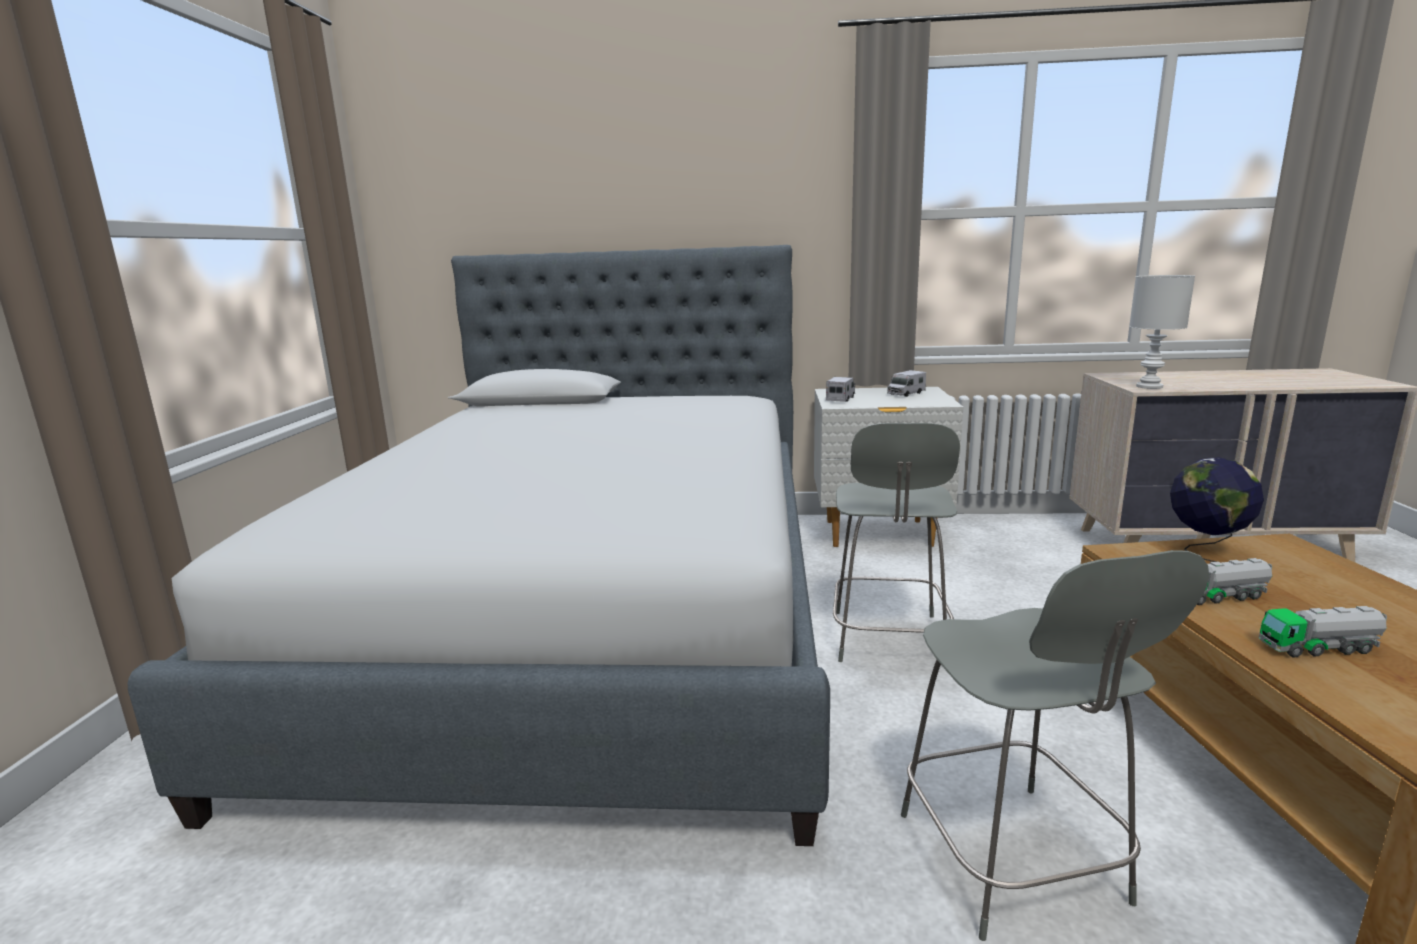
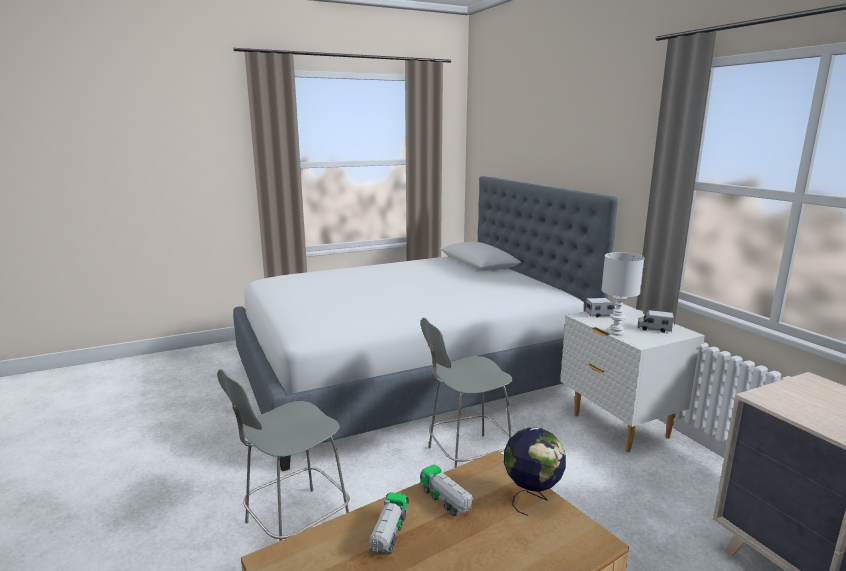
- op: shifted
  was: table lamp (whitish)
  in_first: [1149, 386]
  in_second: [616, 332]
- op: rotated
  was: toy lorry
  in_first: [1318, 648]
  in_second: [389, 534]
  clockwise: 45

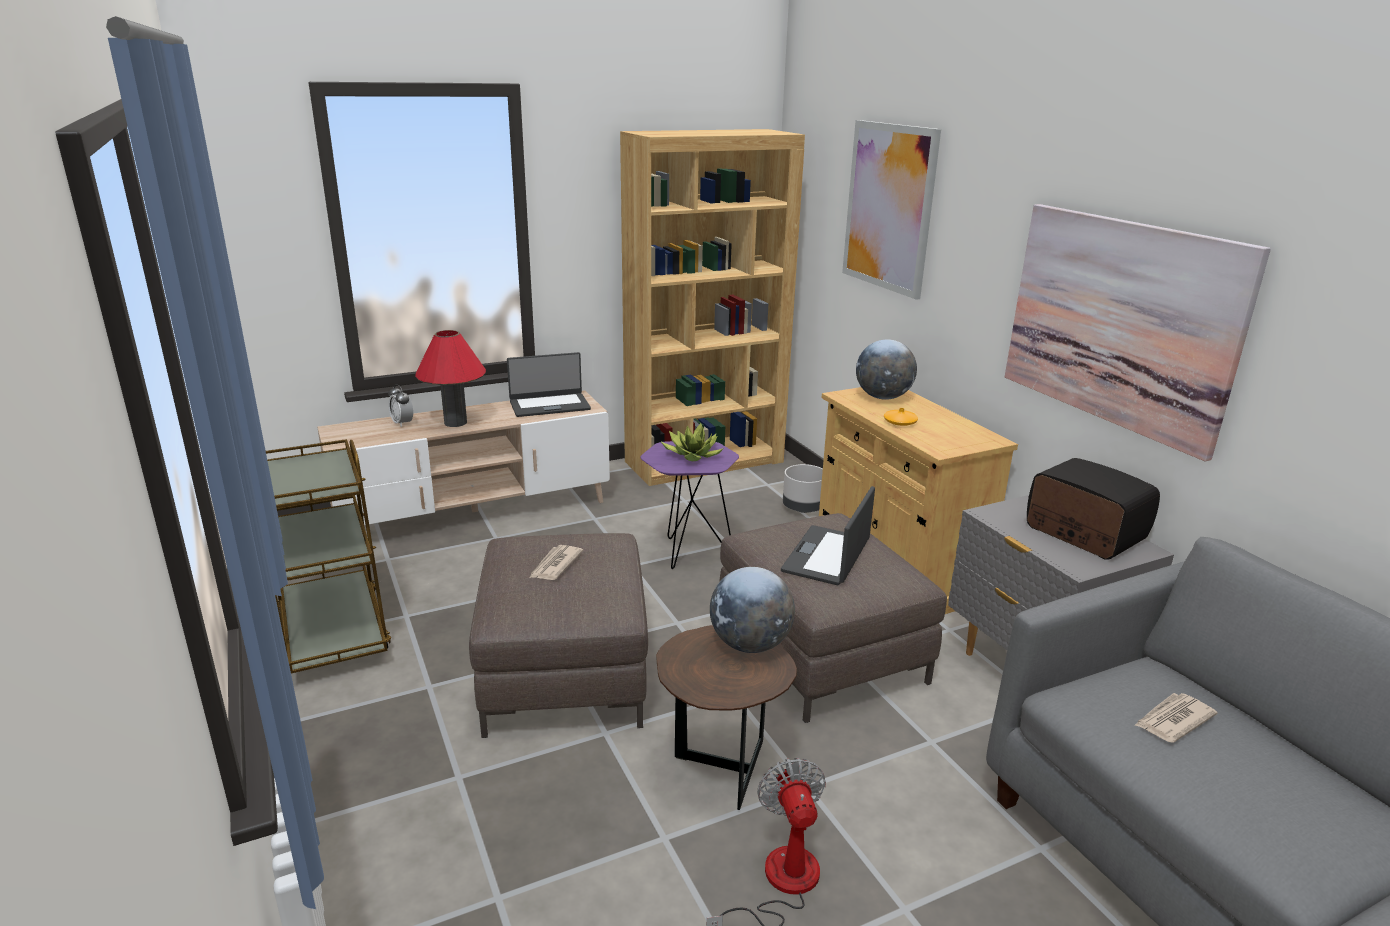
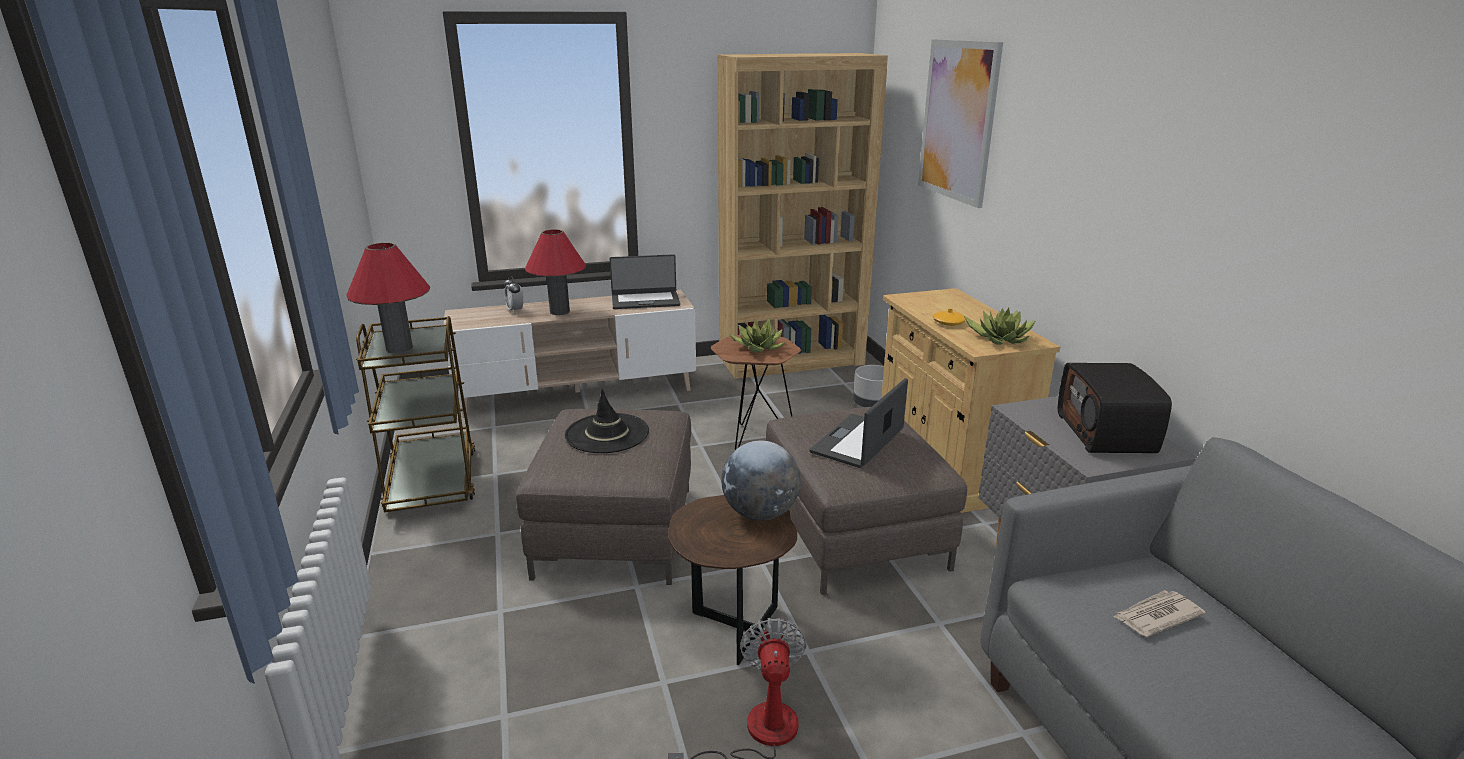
- op: gone
  was: world globe
  in_first: [883, 397]
- op: gone
  was: picture
  in_first: [1119, 322]
- op: new
  now: table lamp (red-coloured)
  in_second: [399, 348]
- op: new
  now: potted plant
  in_second: [1000, 338]
- op: swapped
  was: newspaper
  now: hat (black)
  in_first: [555, 565]
  in_second: [607, 434]
- op: repainted
  was: side table (purple-coloured)
  now: side table (brownish)
  in_first: [688, 552]
  in_second: [754, 438]
- op: rotated
  was: radio set
  in_first: [1082, 534]
  in_second: [1107, 433]
  clockwise: -150

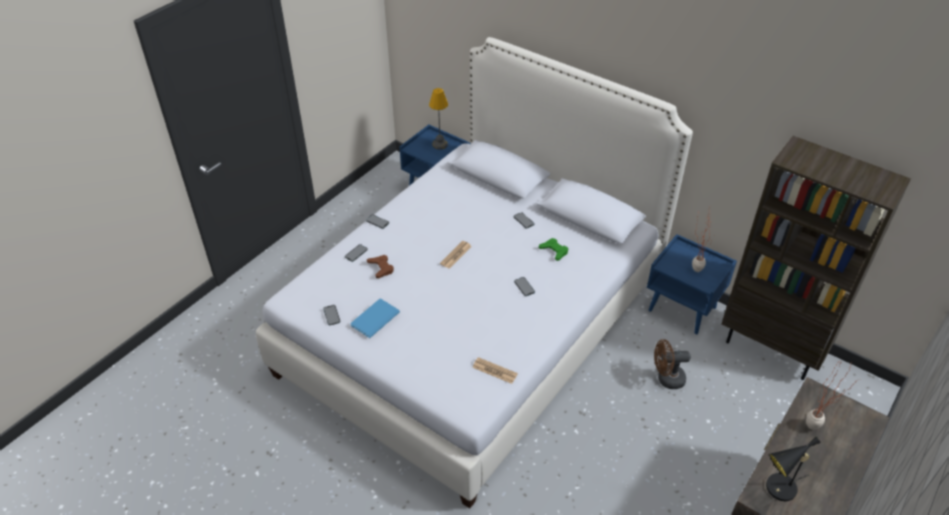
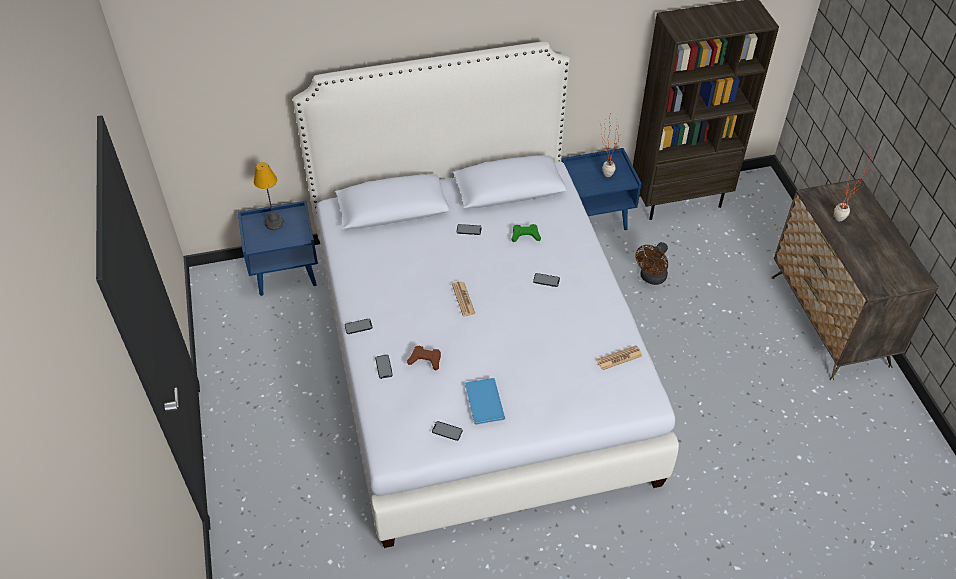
- op: gone
  was: table lamp (black)
  in_first: [778, 490]

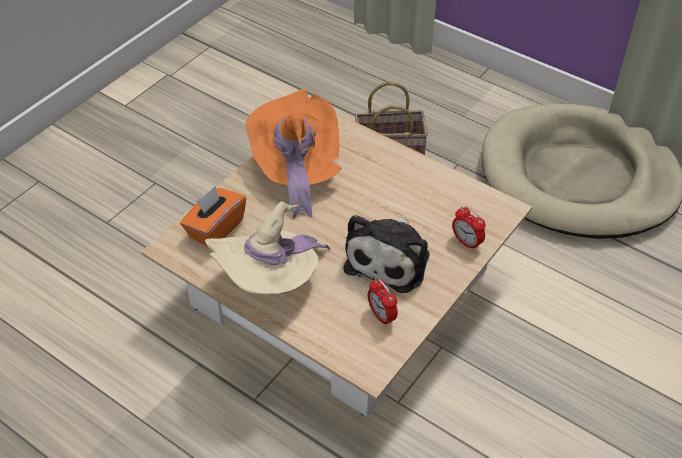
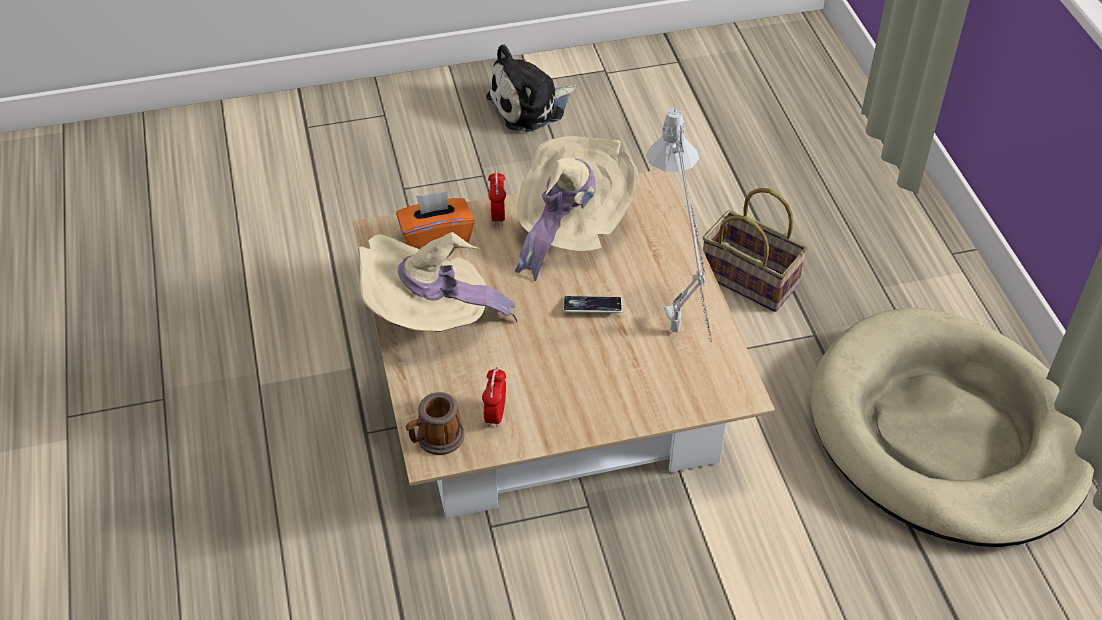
- op: new
  now: coffee mug
  in_second: [435, 439]
- op: new
  now: handset
  in_second: [592, 307]
- op: new
  now: table lamp (greyish)
  in_second: [678, 341]
- op: shifted
  was: cuddly toy
  in_first: [390, 259]
  in_second: [530, 106]
- op: shifted
  was: bedside clock
  in_first: [466, 242]
  in_second: [498, 216]
- op: repainted
  was: hat (orangey)
  now: hat (beige)
  in_first: [296, 171]
  in_second: [570, 228]

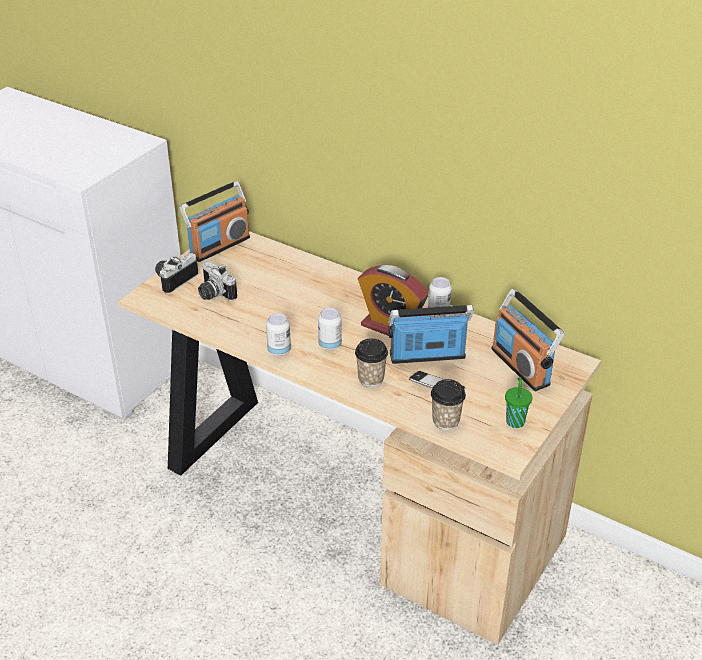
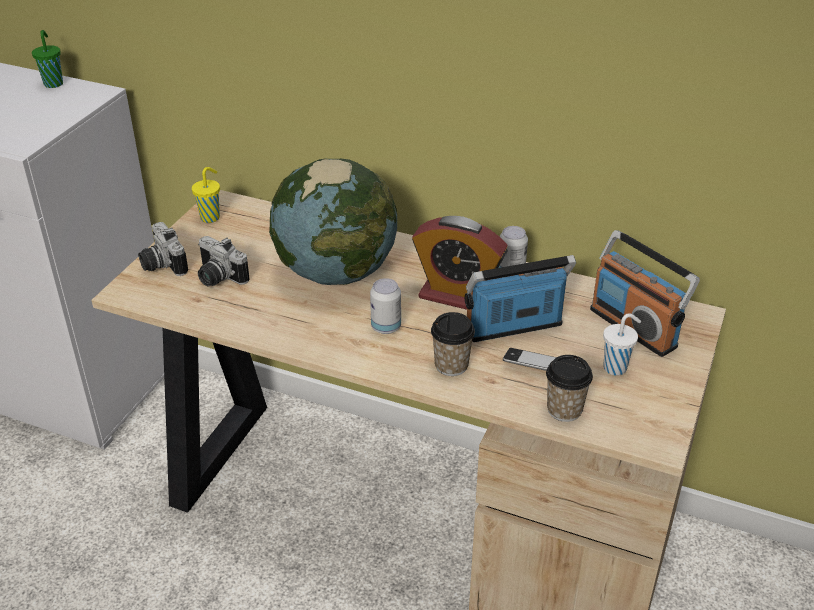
- op: gone
  was: sealed can
  in_first: [279, 350]
- op: new
  now: world globe
  in_second: [337, 273]
- op: new
  now: small cup (whitish)
  in_second: [616, 368]
- op: shifted
  was: small cup (green)
  in_first: [515, 421]
  in_second: [54, 83]
- op: swapped
  was: radio set
  now: small cup (yellow)
  in_first: [219, 246]
  in_second: [211, 217]
- op: rotated
  was: still camera
  in_first: [174, 279]
  in_second: [161, 264]
  clockwise: -60

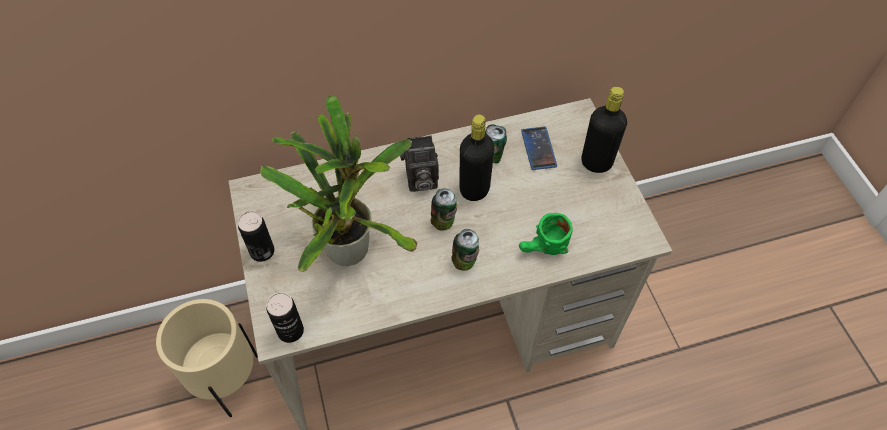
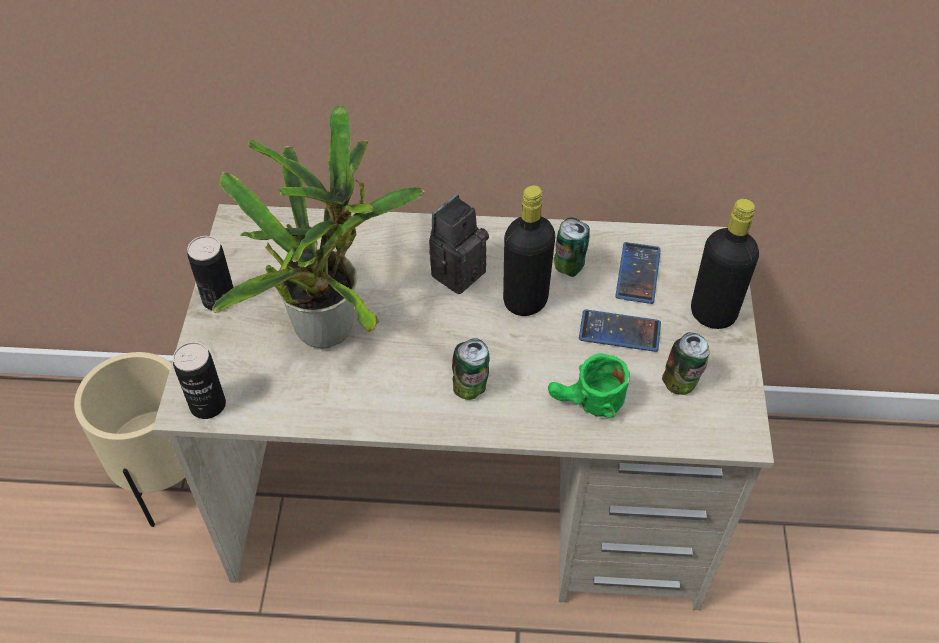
- op: new
  now: handset
  in_second: [619, 331]
- op: shifted
  was: sealed can
  in_first: [444, 222]
  in_second: [681, 383]
- op: rotated
  was: still camera
  in_first: [420, 181]
  in_second: [457, 270]
  clockwise: 120

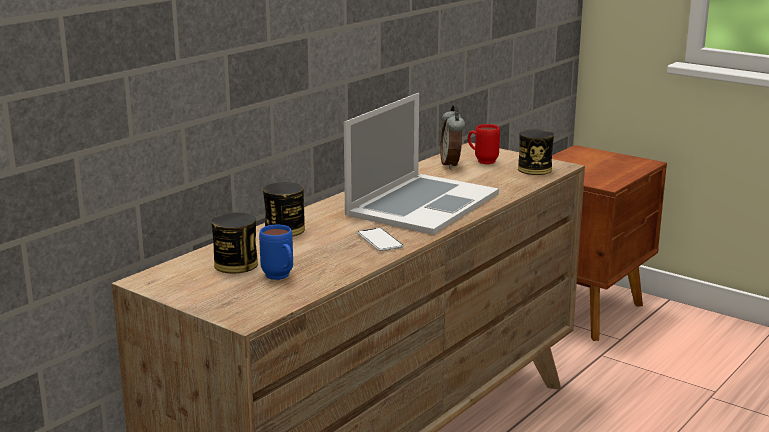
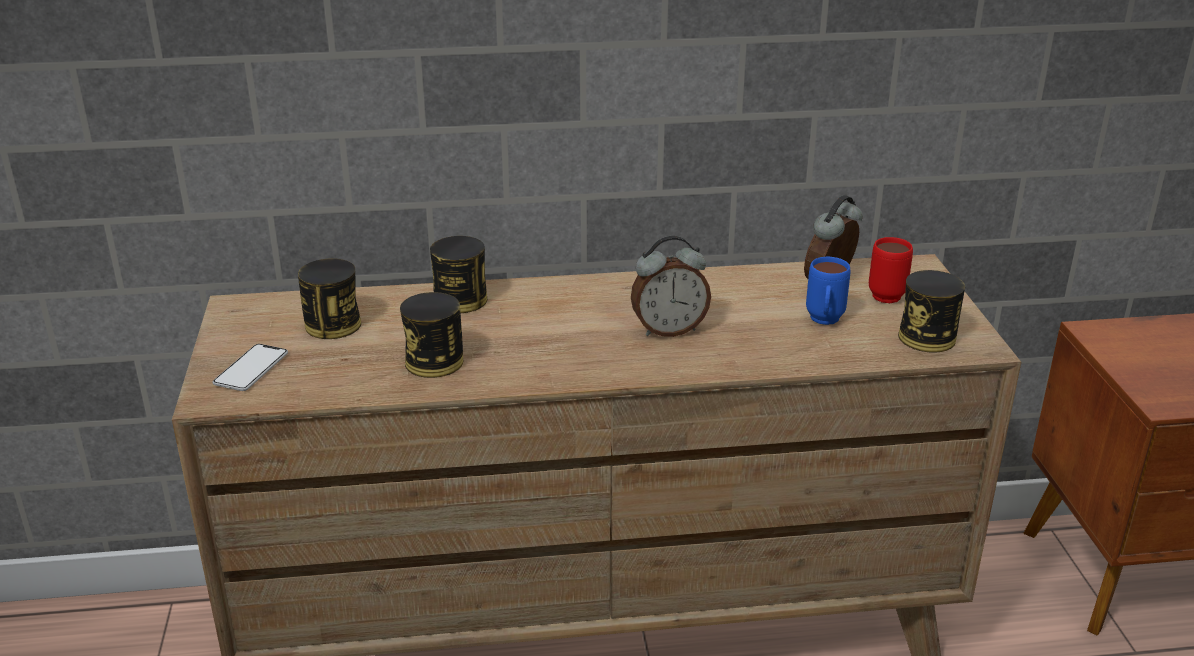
- op: new
  now: sealed can
  in_second: [434, 362]
- op: shifted
  was: coffee mug (blue-coloured)
  in_first: [280, 278]
  in_second: [824, 322]
- op: shifted
  was: handset
  in_first: [380, 241]
  in_second: [251, 369]
- op: swapped
  was: laptop
  now: bedside clock
  in_first: [422, 204]
  in_second: [668, 330]

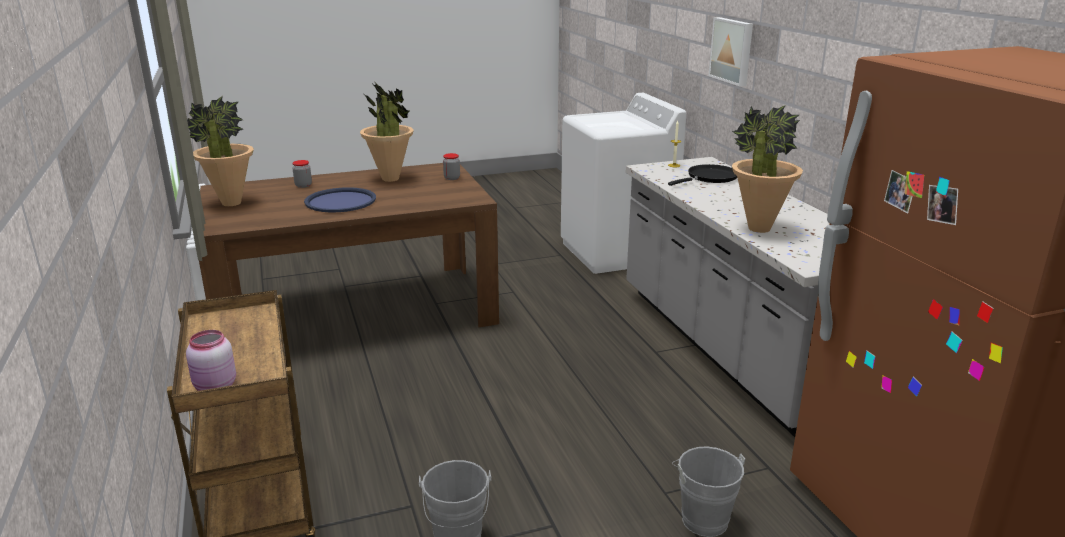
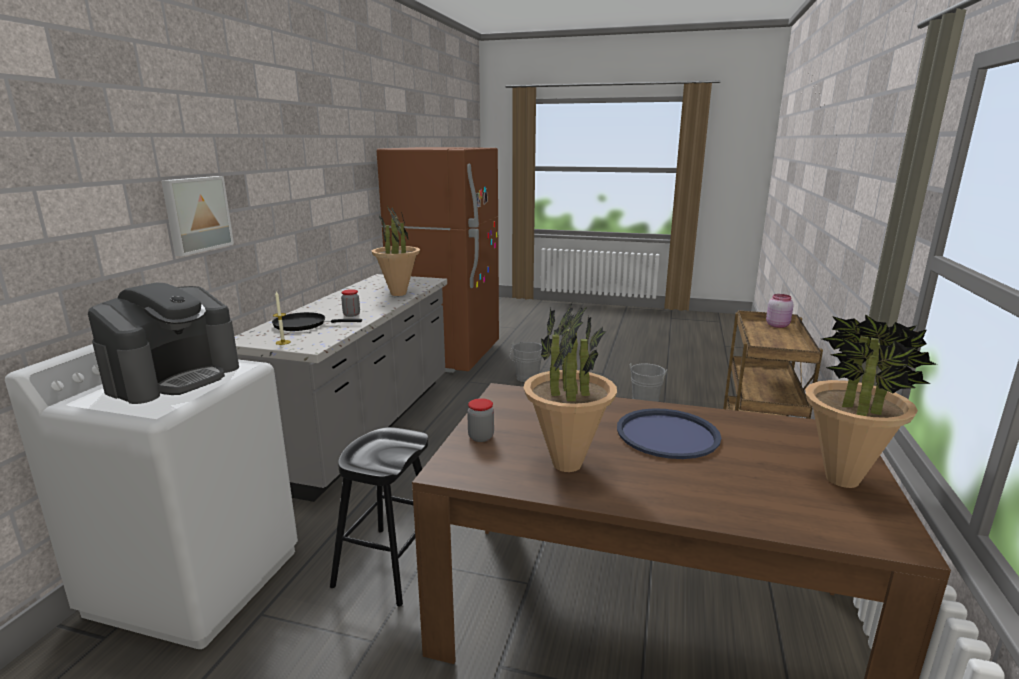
- op: new
  now: coffee maker
  in_second: [174, 377]
- op: new
  now: sitting stool (black)
  in_second: [389, 565]
- op: shifted
  was: preserve jar
  in_first: [303, 185]
  in_second: [351, 315]

